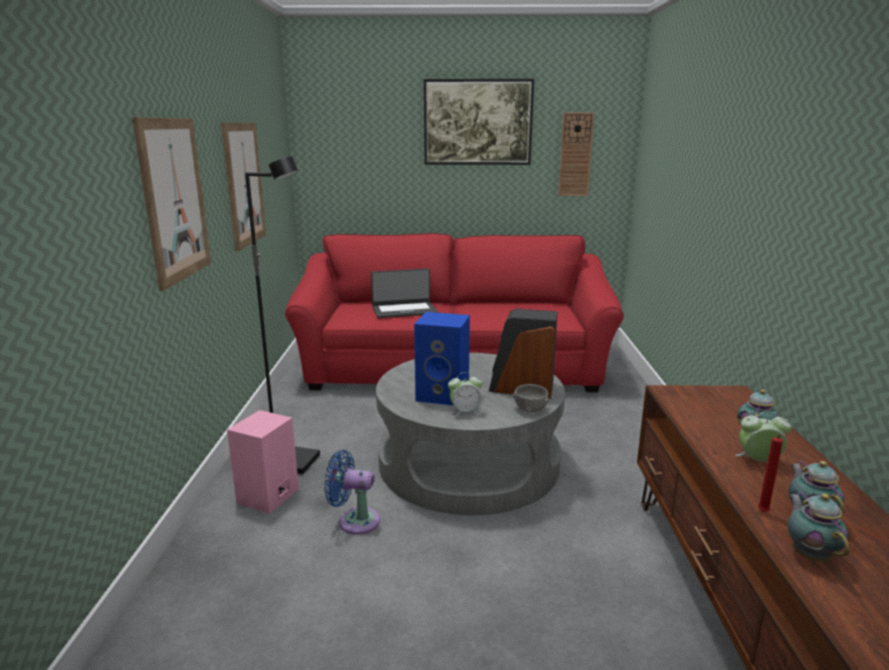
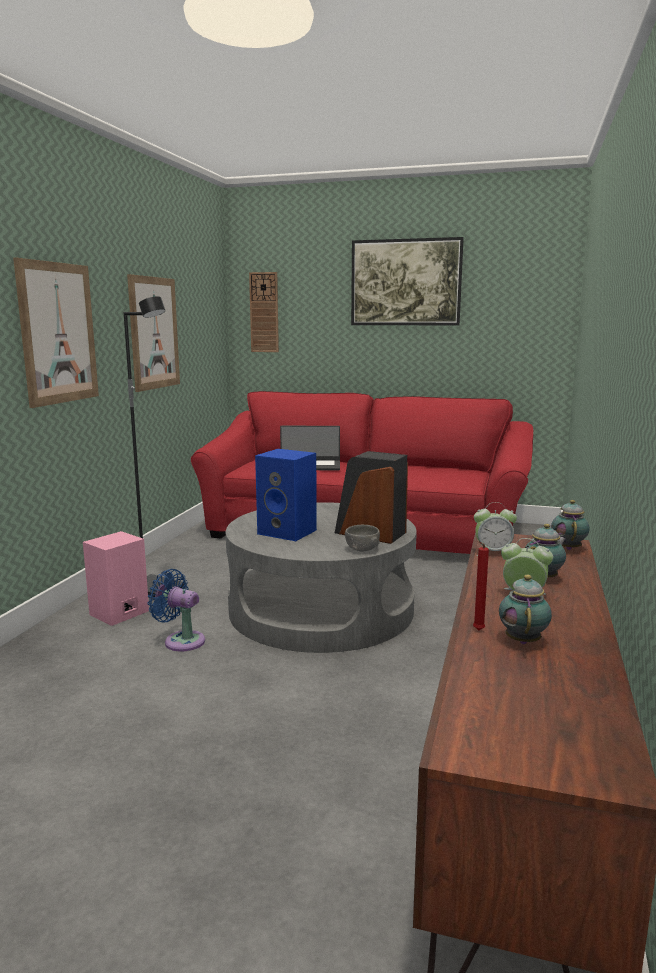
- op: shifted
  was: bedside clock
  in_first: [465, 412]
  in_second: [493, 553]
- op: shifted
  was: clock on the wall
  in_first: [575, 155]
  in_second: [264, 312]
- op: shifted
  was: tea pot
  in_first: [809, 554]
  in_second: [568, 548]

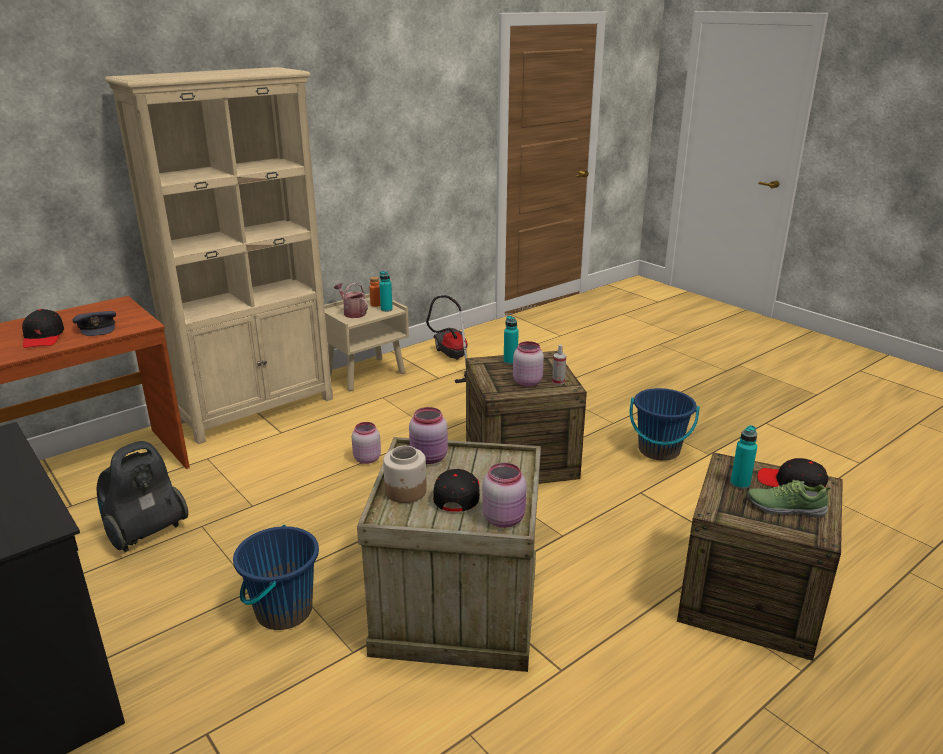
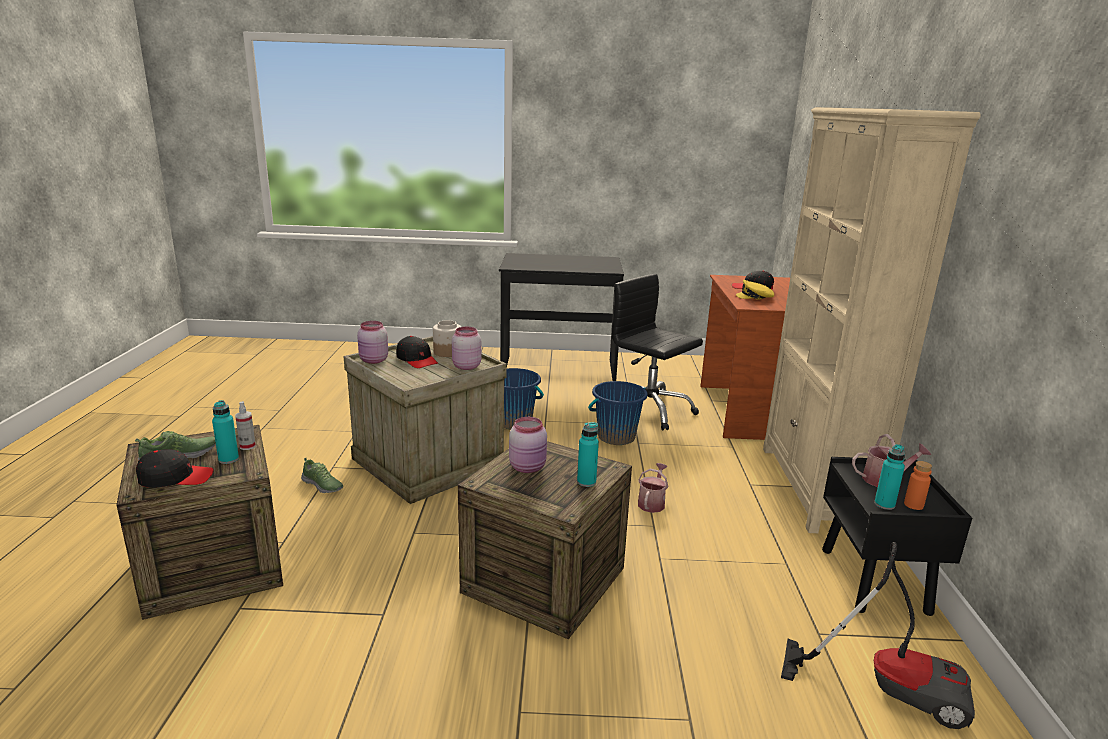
- op: new
  now: low shoe
  in_second: [323, 486]
- op: shifted
  was: sprayer
  in_first: [558, 382]
  in_second: [247, 446]
- op: shifted
  was: bucket (blue-coloured)
  in_first: [659, 450]
  in_second: [616, 437]
- op: swapped
  was: vacuum cleaner
  now: desk chair (black)
  in_first: [145, 533]
  in_second: [649, 410]
- op: swapped
  was: preserve jar (pink)
  now: watering can
  in_first: [366, 458]
  in_second: [652, 502]
- op: repainted
  was: cap (greyish)
  now: cap (yellow)
  in_first: [97, 328]
  in_second: [755, 297]
- op: repainted
  was: bedside table (beige)
  now: bedside table (black)
  in_first: [366, 374]
  in_second: [875, 581]

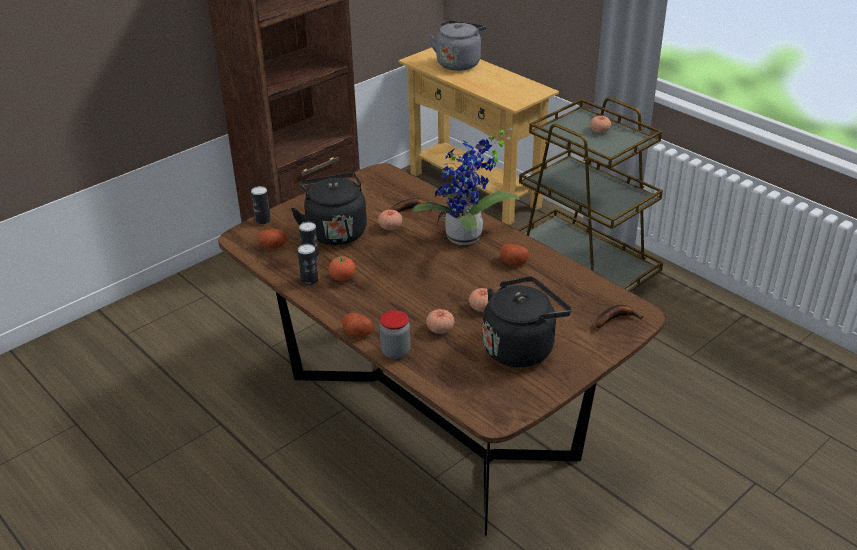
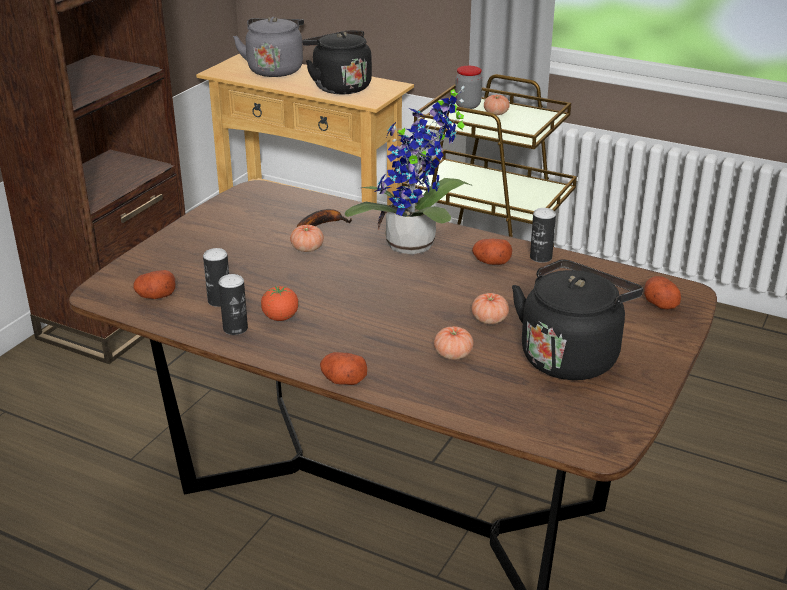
- op: shifted
  was: sealed can
  in_first: [263, 220]
  in_second: [540, 257]
- op: shifted
  was: tea kettle (black)
  in_first: [335, 231]
  in_second: [339, 87]
- op: shifted
  was: preserve jar
  in_first: [395, 352]
  in_second: [467, 105]
- op: swapped
  was: banana
  now: spud
  in_first: [615, 318]
  in_second: [659, 303]

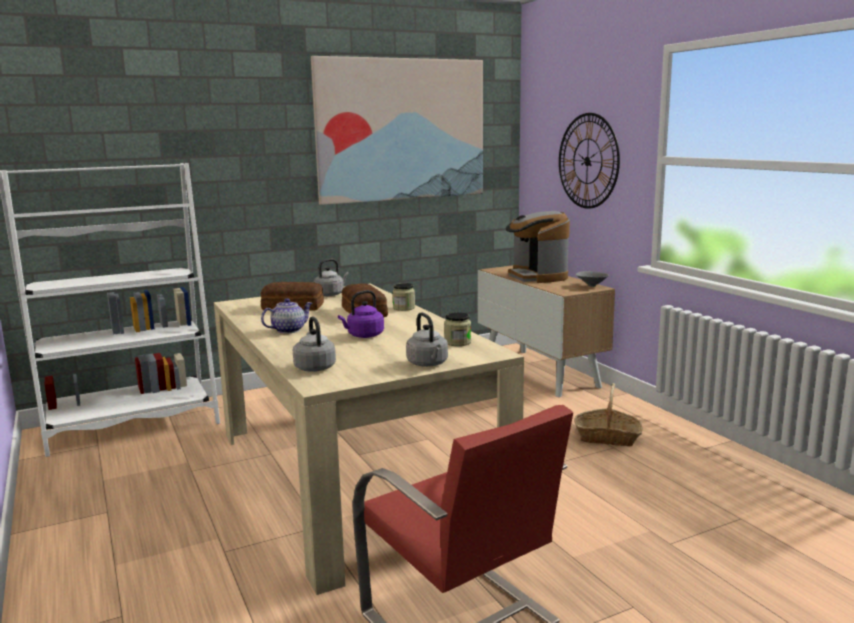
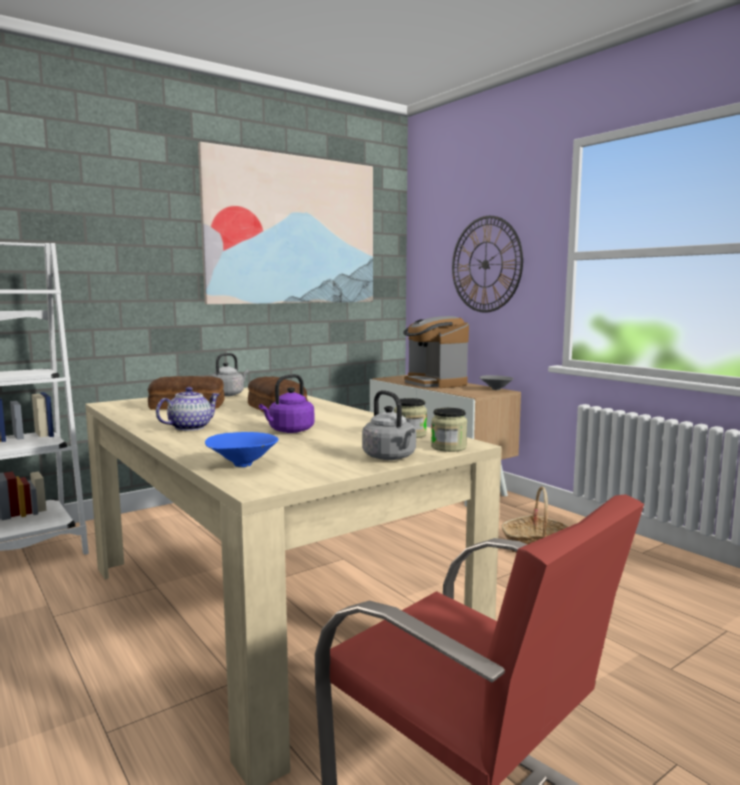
- op: shifted
  was: preserve jar
  in_first: [404, 308]
  in_second: [448, 447]
- op: swapped
  was: tea kettle (greyish)
  now: deep dish (blue-coloured)
  in_first: [314, 367]
  in_second: [241, 465]

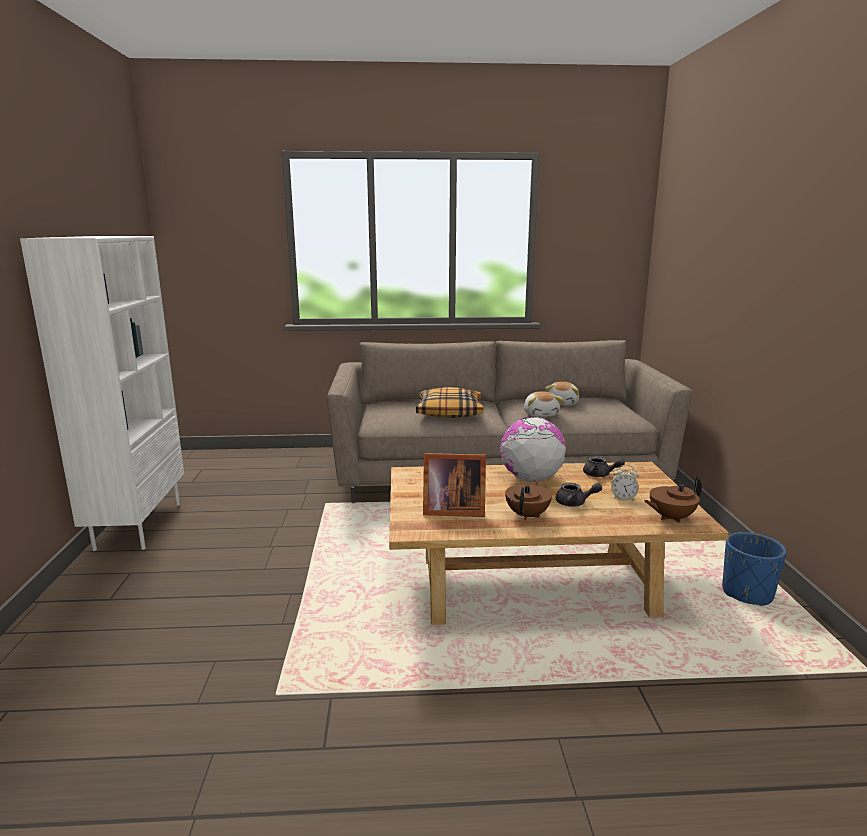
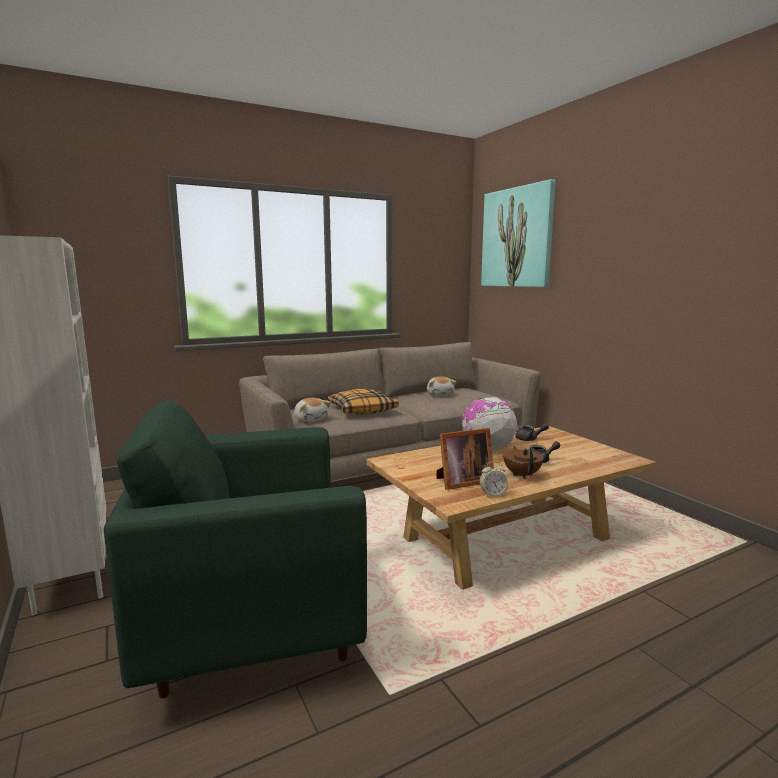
- op: gone
  was: tea pot (brownish)
  in_first: [670, 517]
- op: gone
  was: planter (blue-coloured)
  in_first: [747, 593]
- op: new
  now: armchair (green)
  in_second: [252, 628]
- op: new
  now: picture
  in_second: [517, 238]
- op: shifted
  was: cuddly toy
  in_first: [541, 414]
  in_second: [311, 419]
- op: shifted
  was: bedside clock
  in_first: [623, 498]
  in_second: [492, 494]

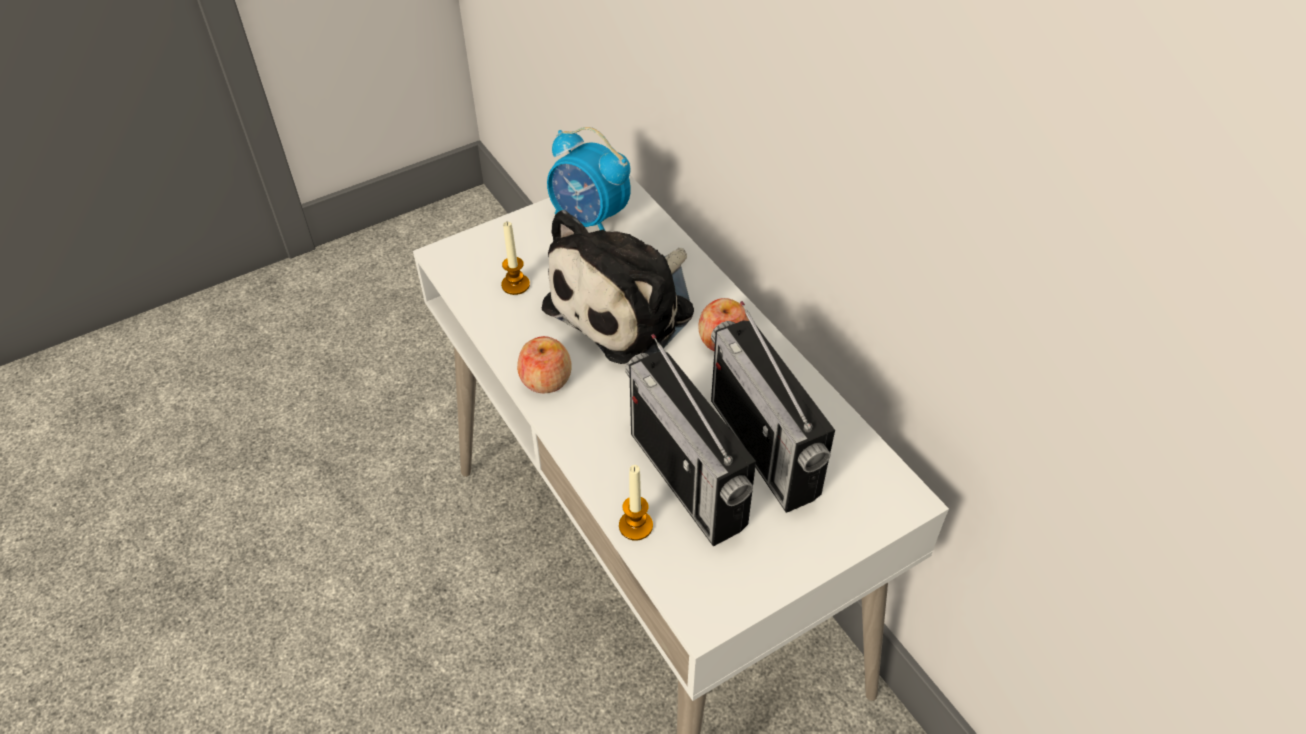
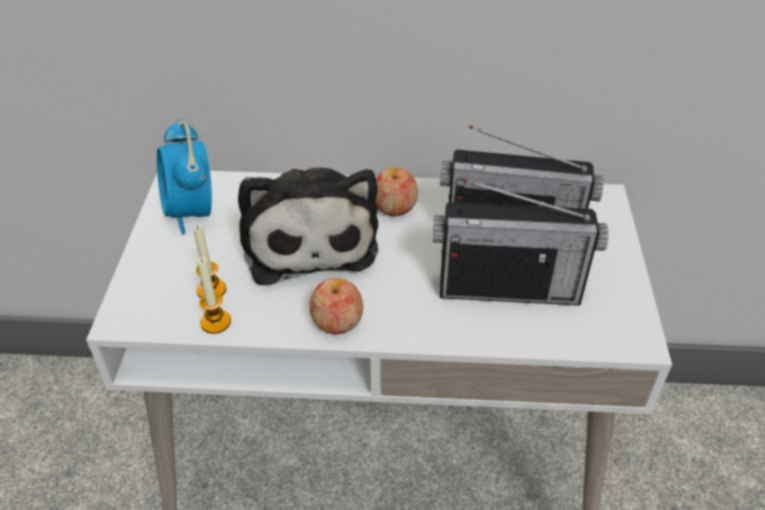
- op: shifted
  was: wax light
  in_first: [635, 526]
  in_second: [215, 322]
- op: rotated
  was: bedside clock
  in_first: [589, 219]
  in_second: [191, 213]
  clockwise: 90

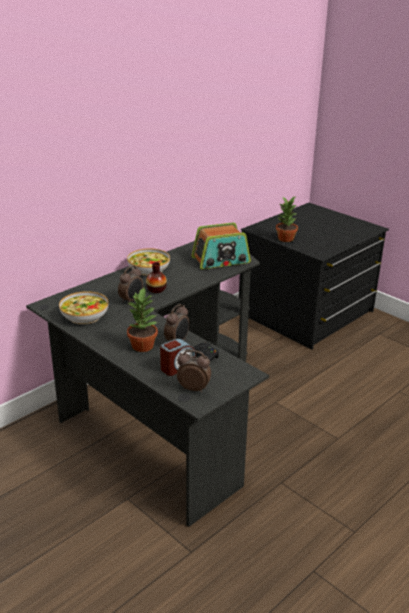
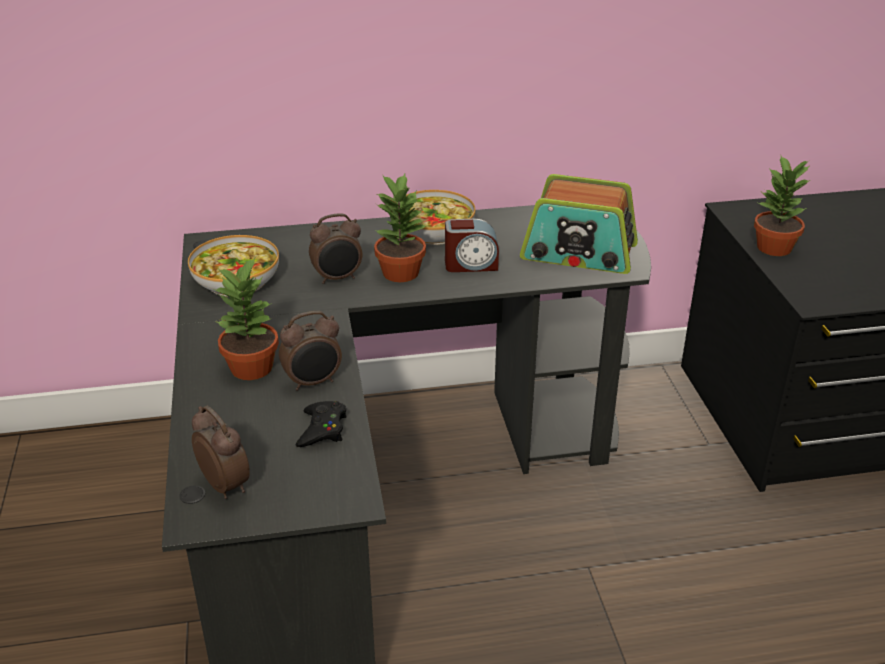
- op: shifted
  was: bedside clock
  in_first: [177, 367]
  in_second: [471, 264]
- op: swapped
  was: vase
  now: potted plant
  in_first: [156, 289]
  in_second: [400, 272]

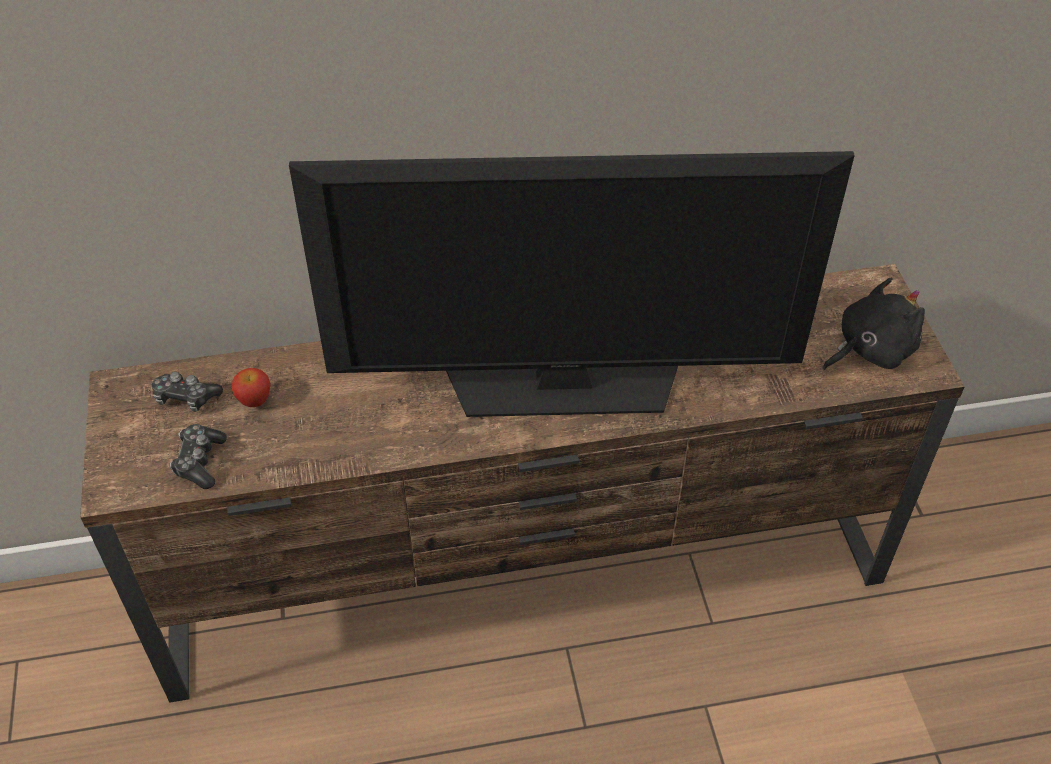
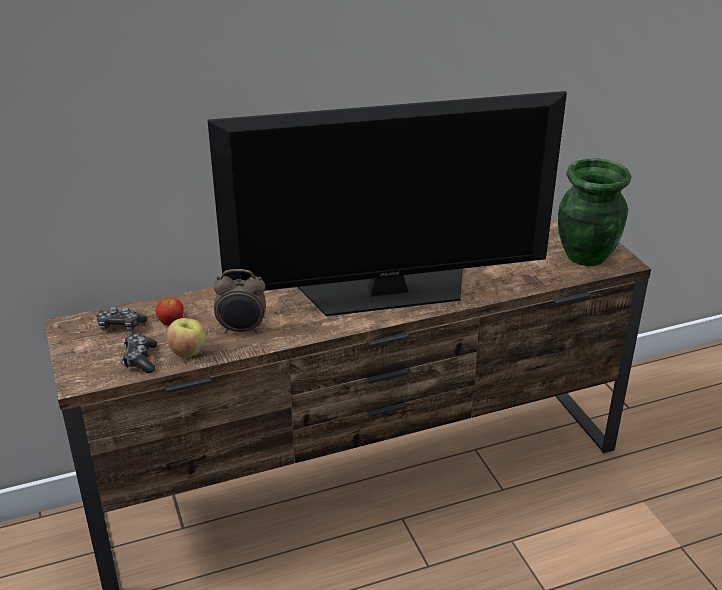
- op: new
  now: apple
  in_second: [188, 352]
- op: new
  now: bedside clock
  in_second: [242, 330]
- op: swapped
  was: cuddly toy (black)
  now: vase (green)
  in_first: [870, 349]
  in_second: [585, 256]

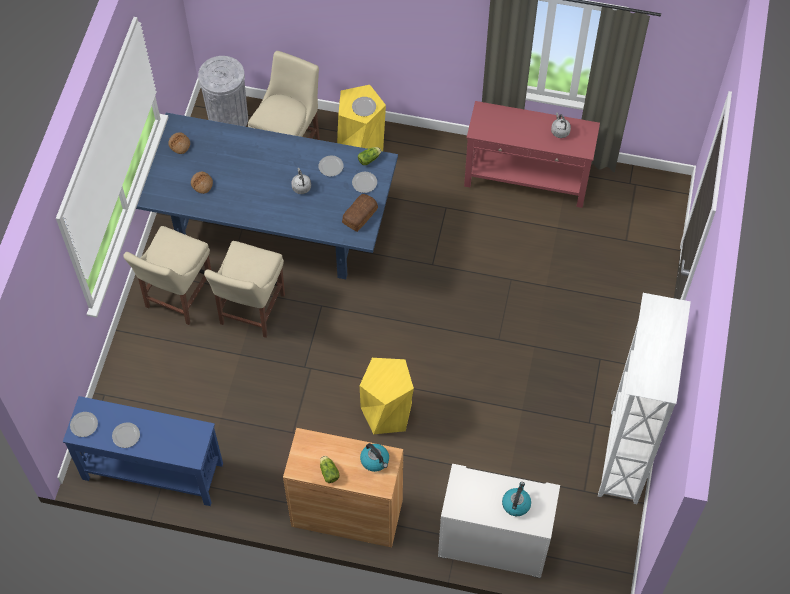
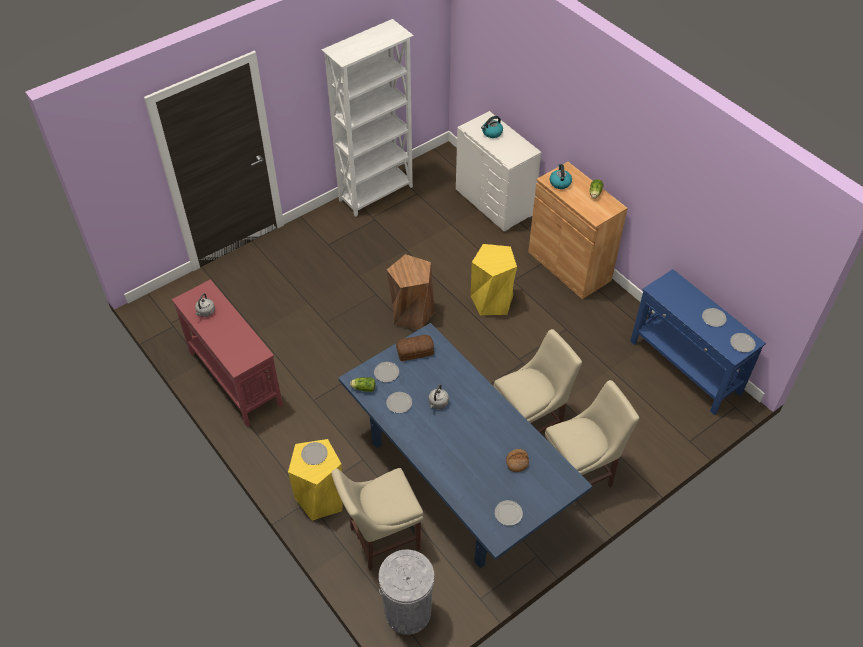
- op: new
  now: sitting stool (brownish)
  in_second: [411, 313]
- op: swapped
  was: bread
  now: dinner plate
  in_first: [179, 145]
  in_second: [508, 513]

